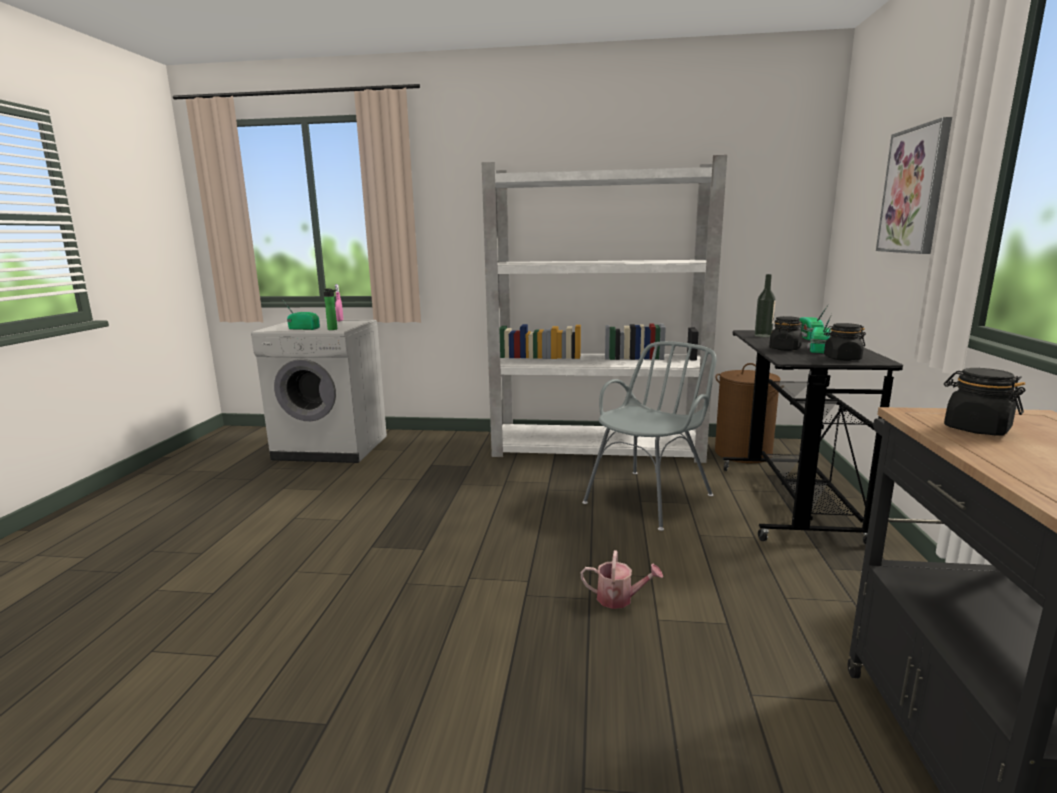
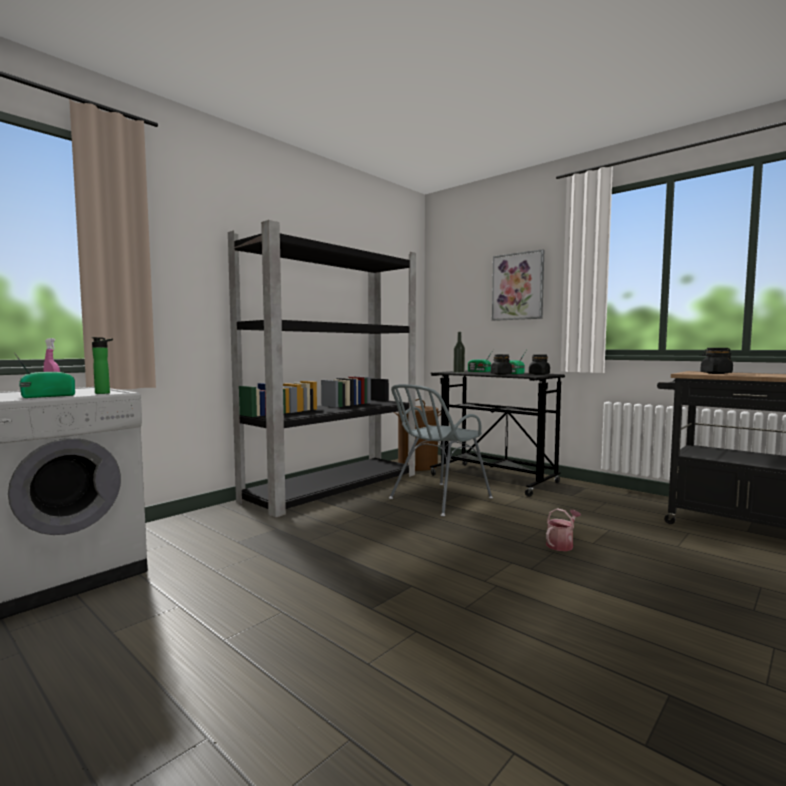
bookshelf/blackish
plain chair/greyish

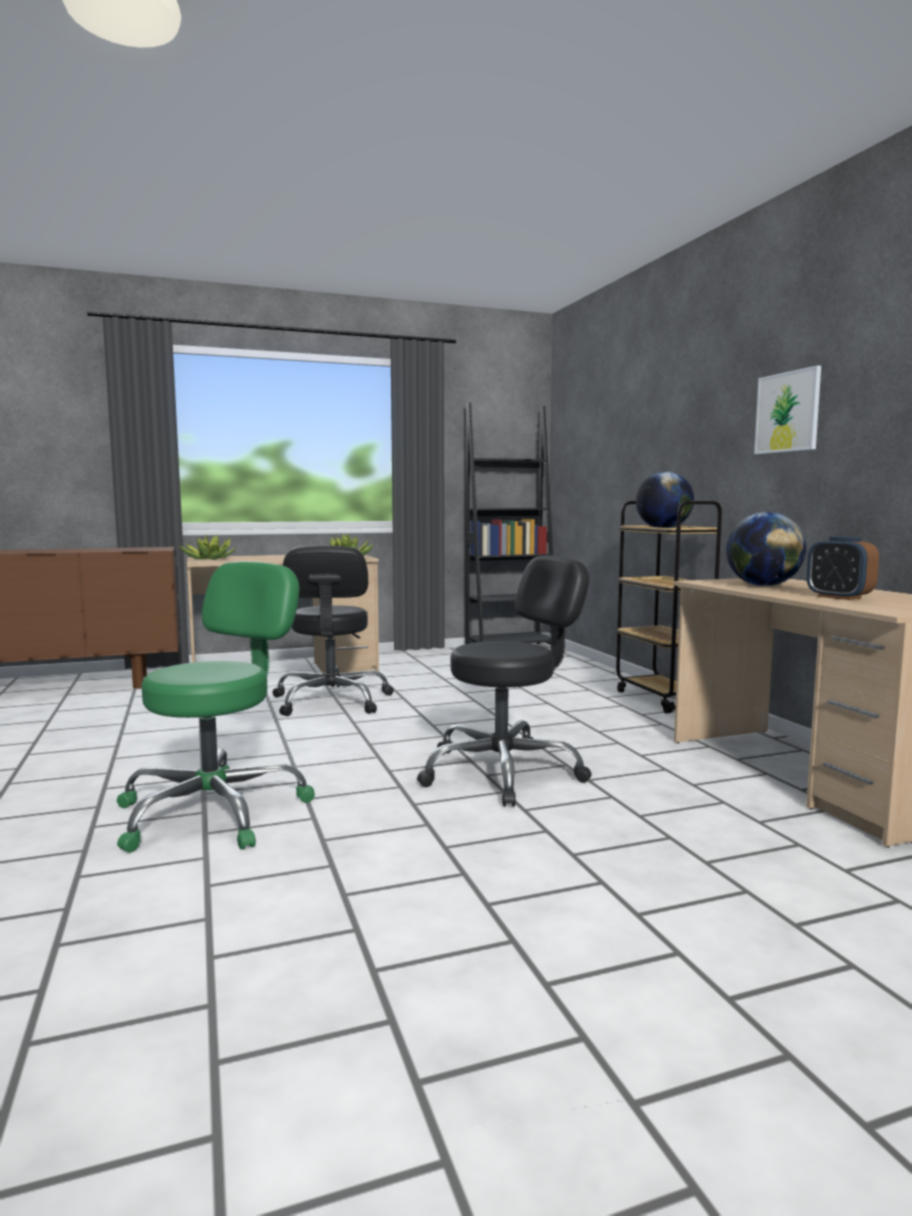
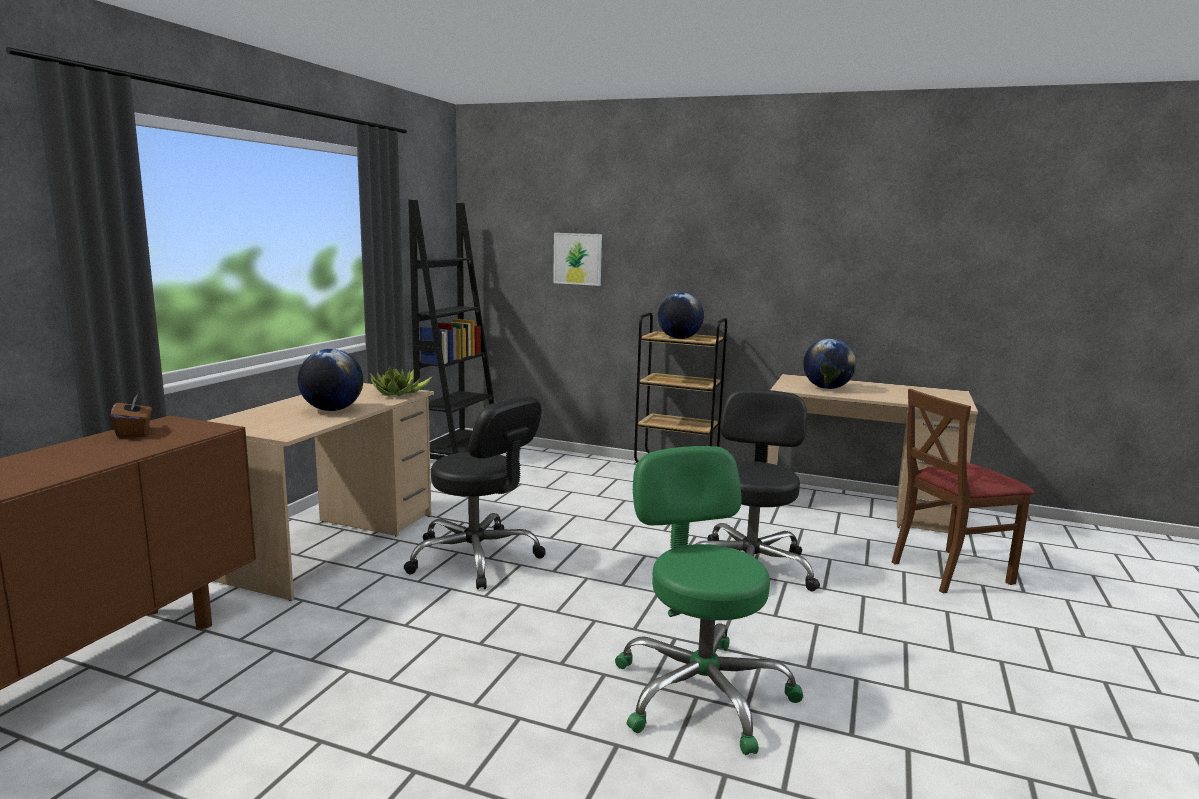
wall picture
potted plant (no. 1 from left in the first image)
bedside clock
globe (no. 1 from left)
plain chair/brown-coloured
tissue holder/brown-coloured

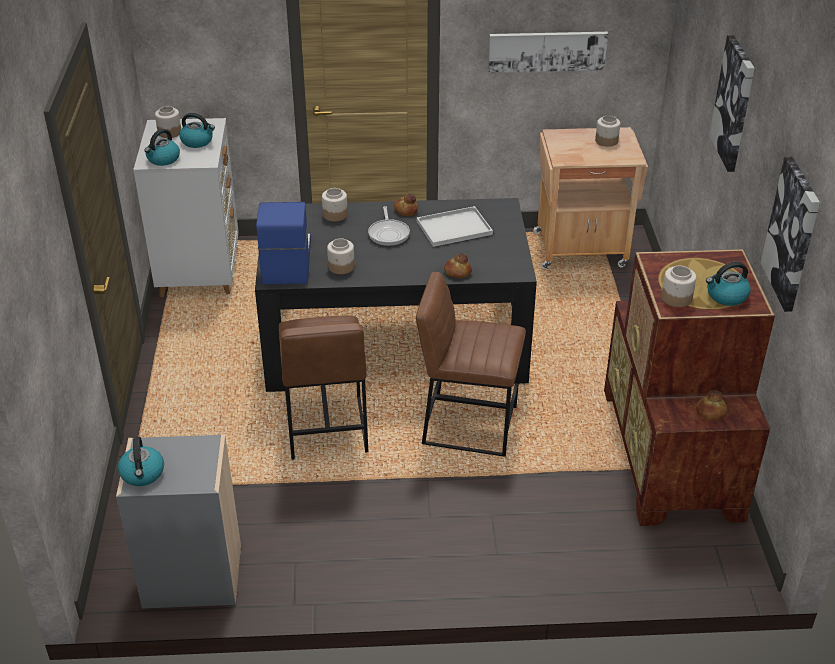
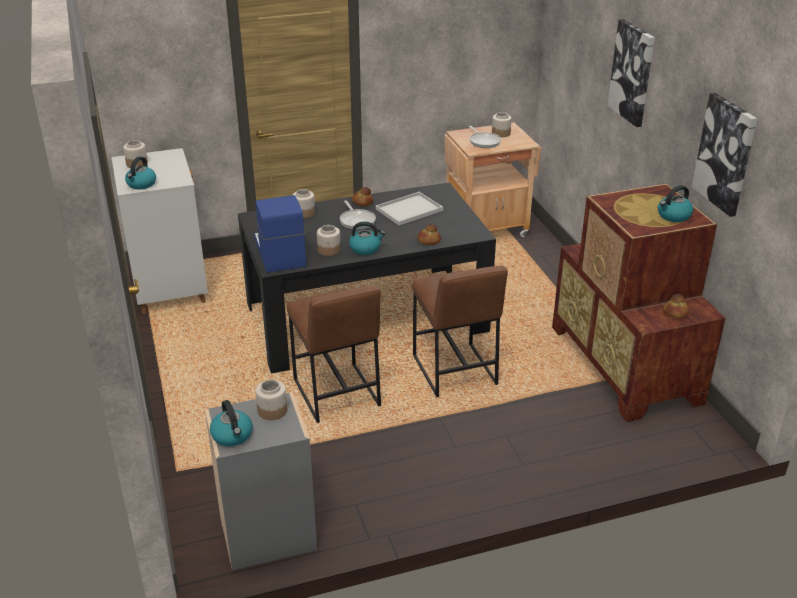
wall picture (no. 1 from left in the first image)
water kettle (no. 3 from left)
jar (no. 2 from left)
plain chair/brown-coloured (no. 2 from left)
pan (no. 2 from left)

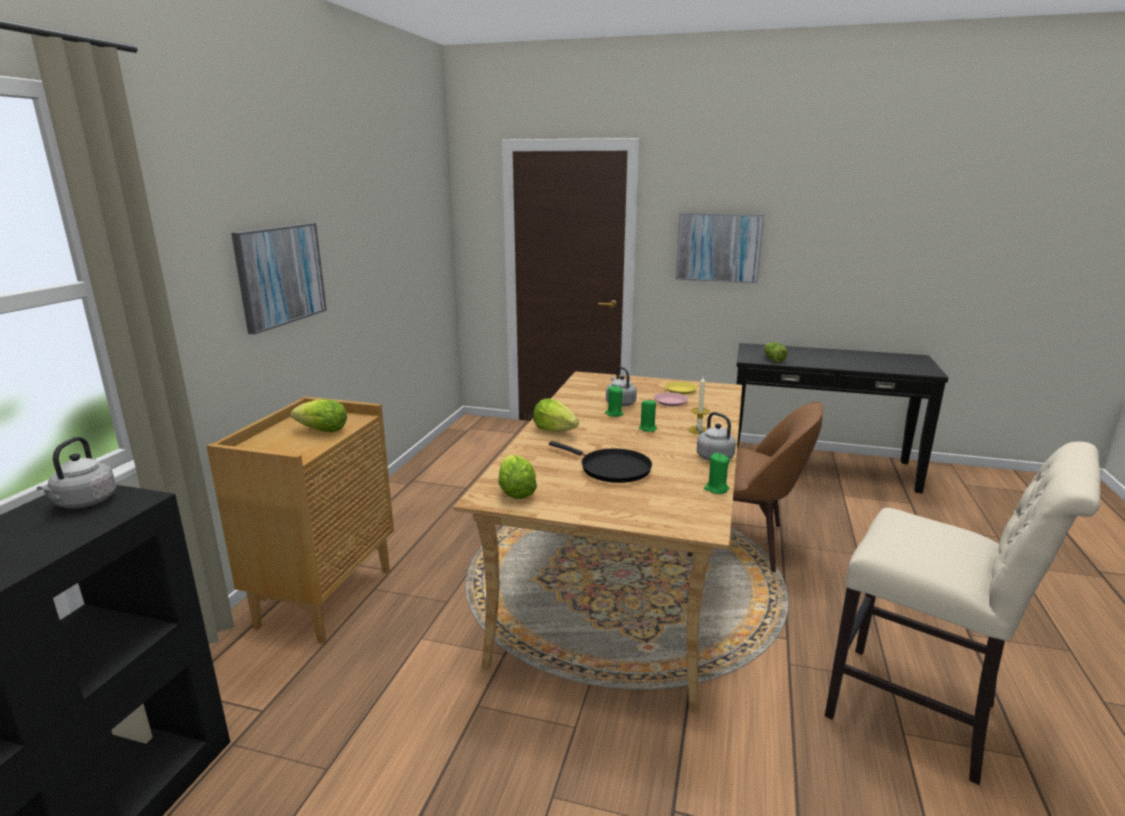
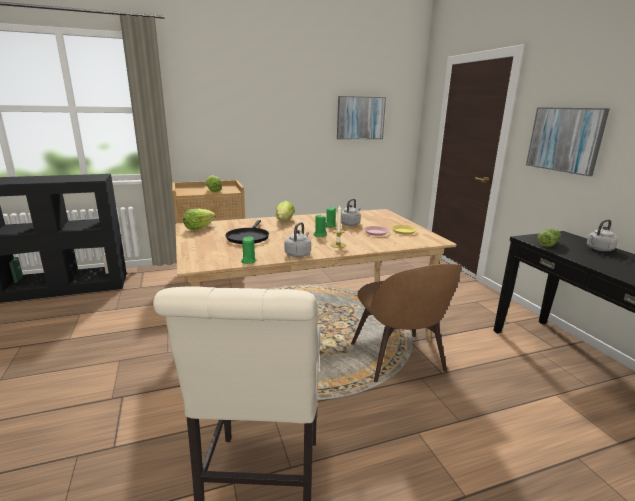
wall picture (no. 1 from left)
water kettle/greyish (no. 3 from left)

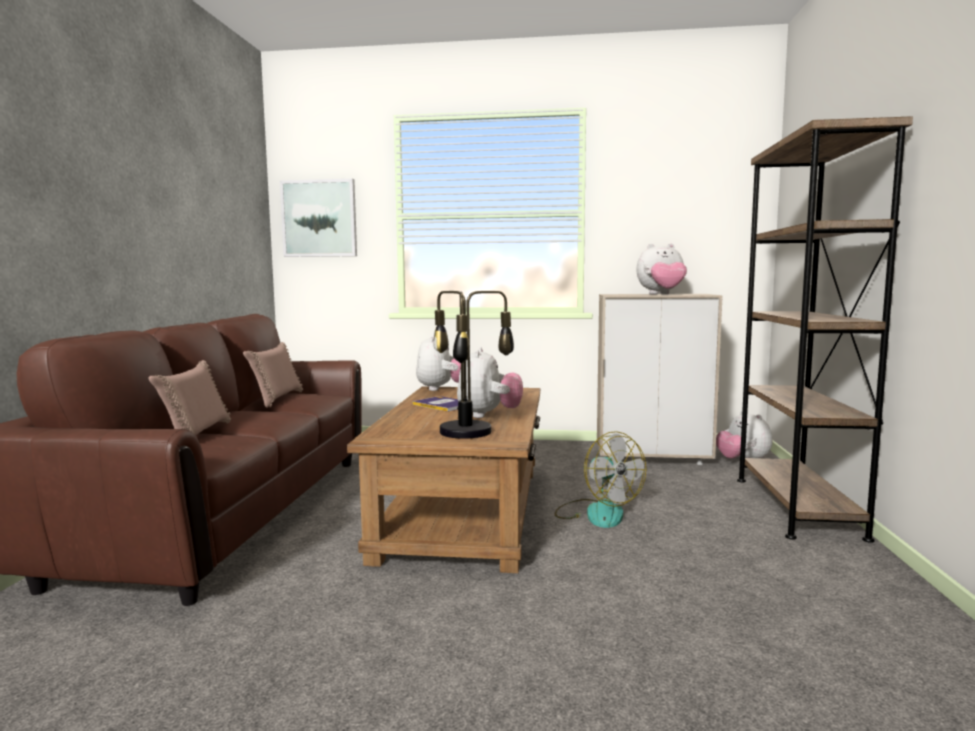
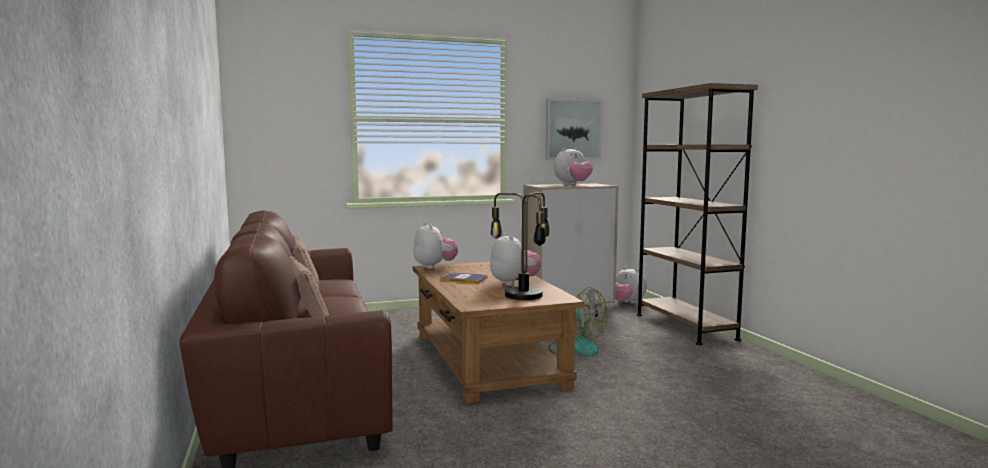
wall picture

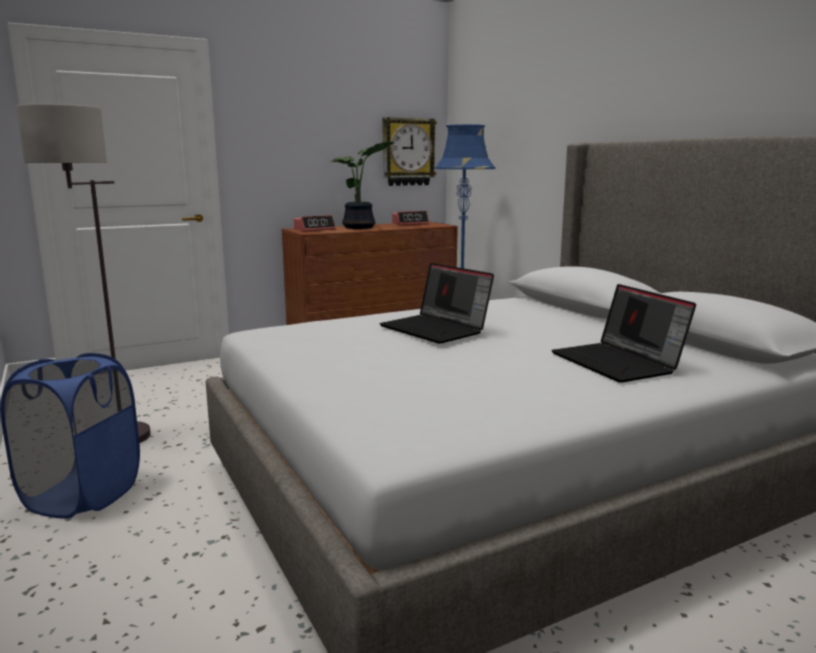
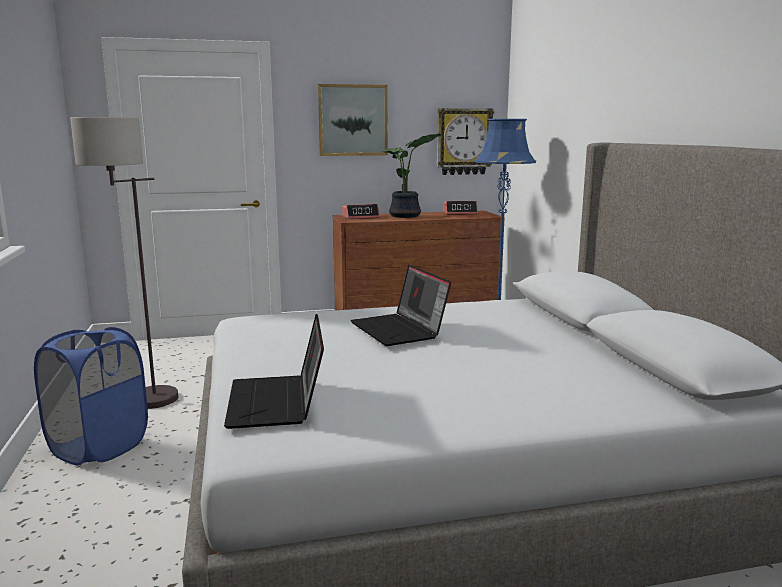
laptop (no. 1 from left)
wall picture

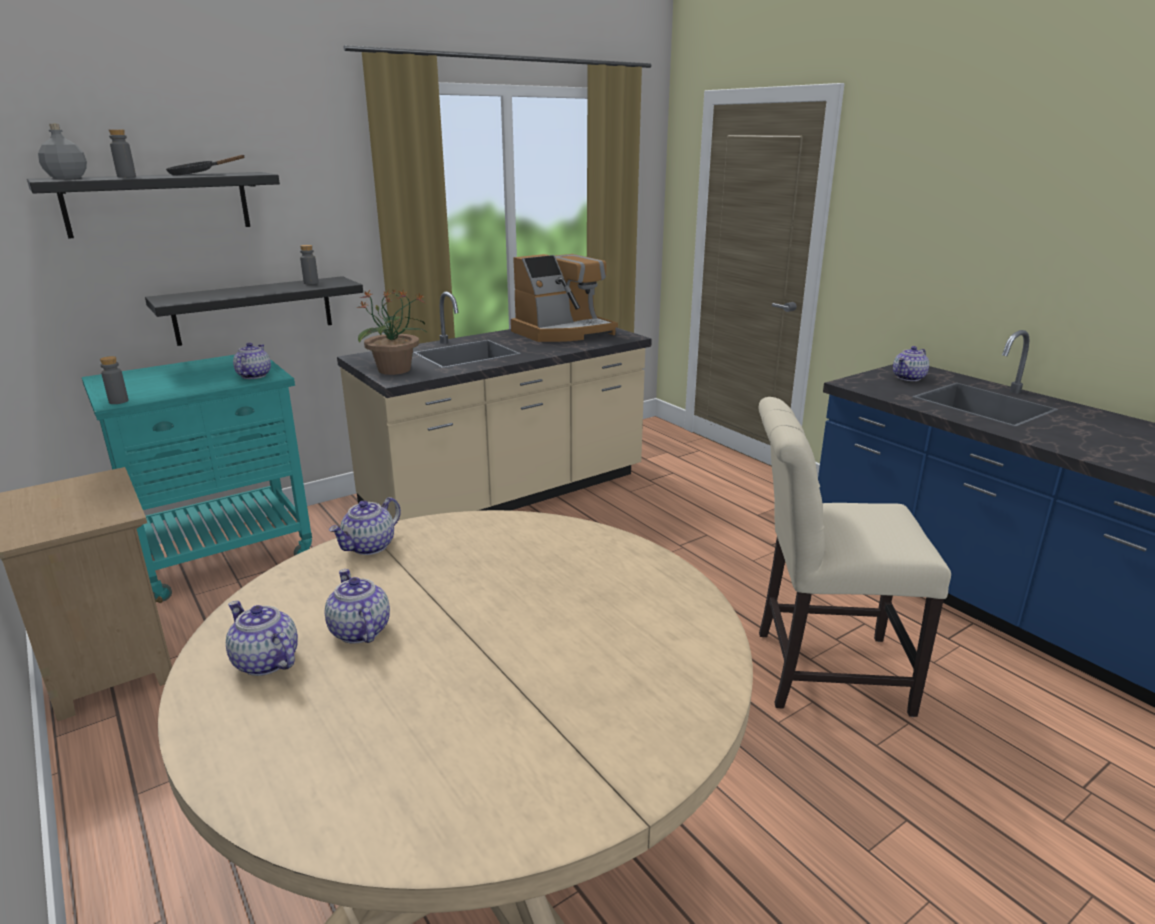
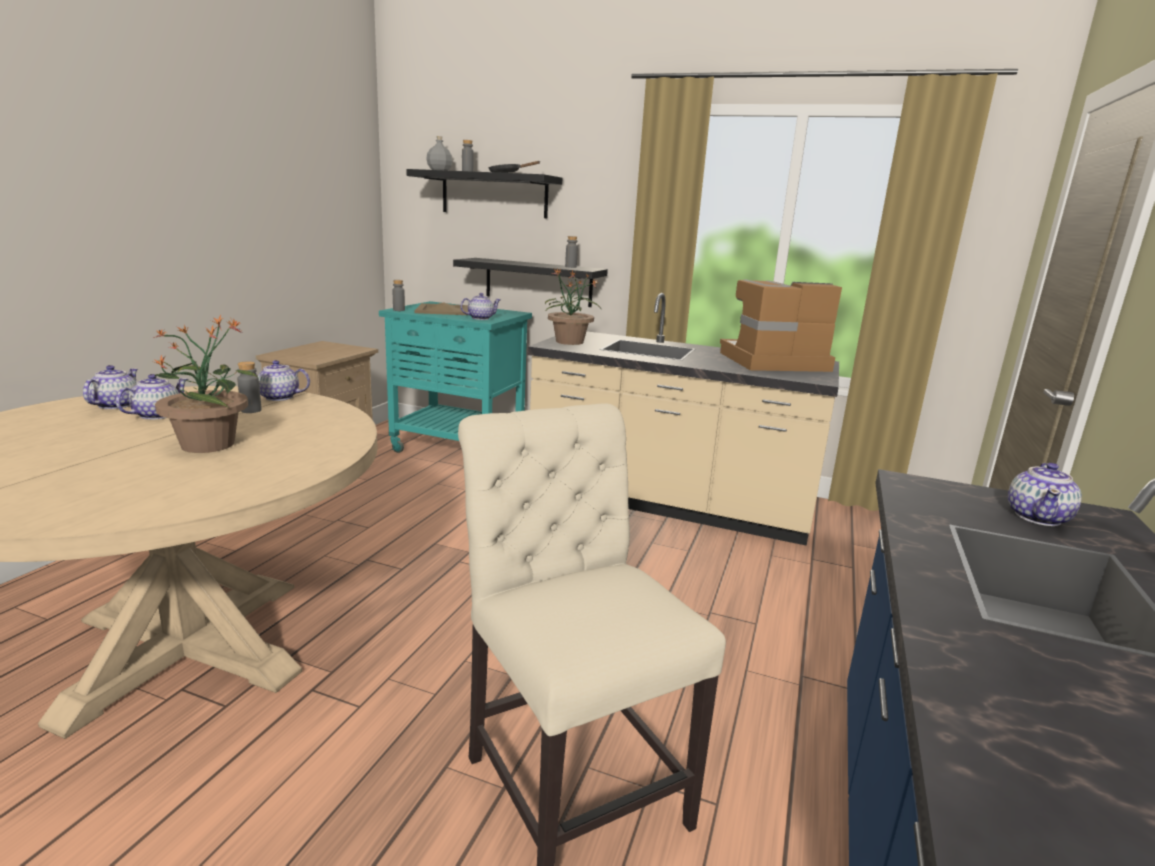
coffee maker
tea pot (no. 5 from left)
carrying tray/beige-coloured
potted plant (no. 1 from left)
bottle/greyish (no. 1 from left)

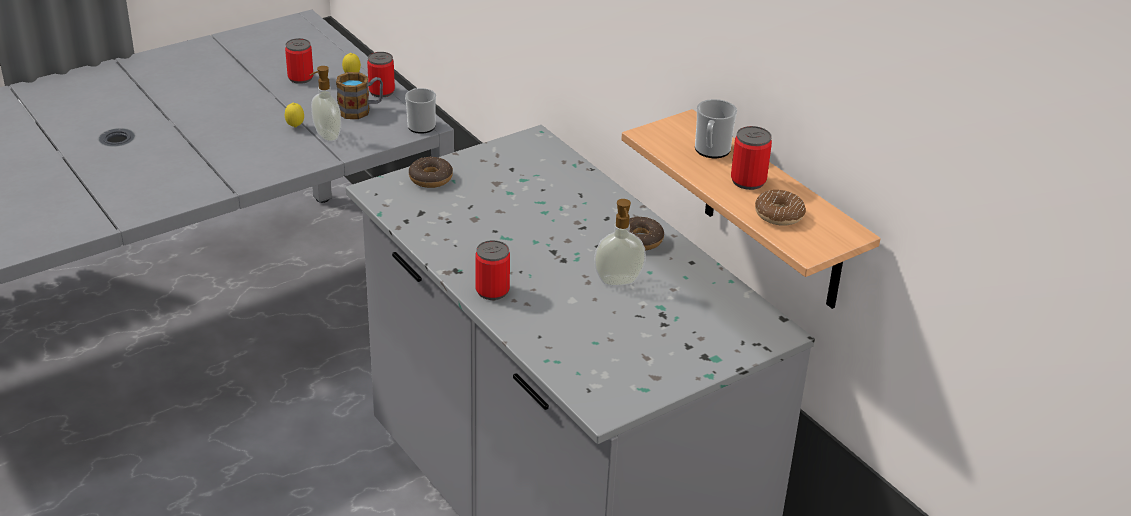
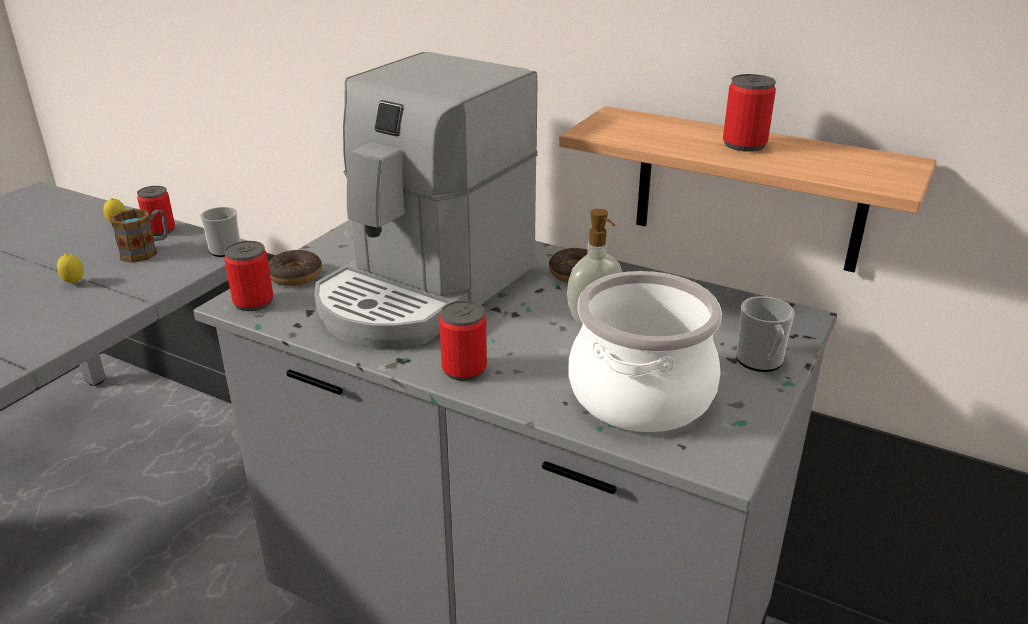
can (no. 2 from left)
soap dispenser (no. 1 from left in the first image)
tea mug (no. 3 from left)
donut (no. 3 from left in the first image)
coffee maker
saucepot

